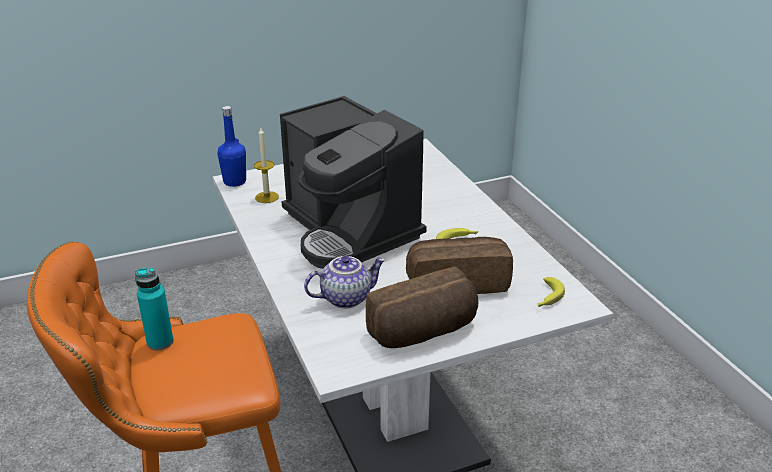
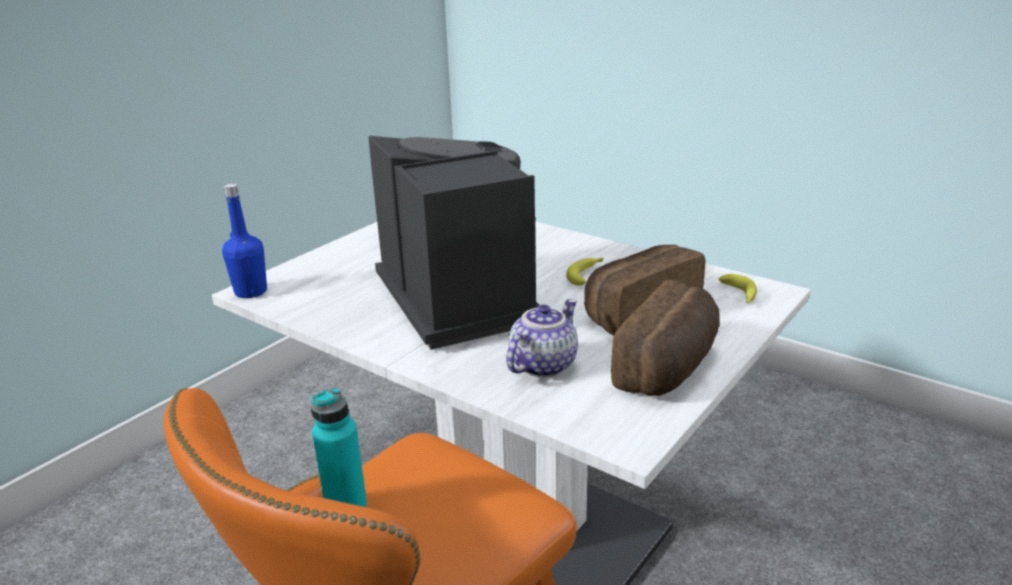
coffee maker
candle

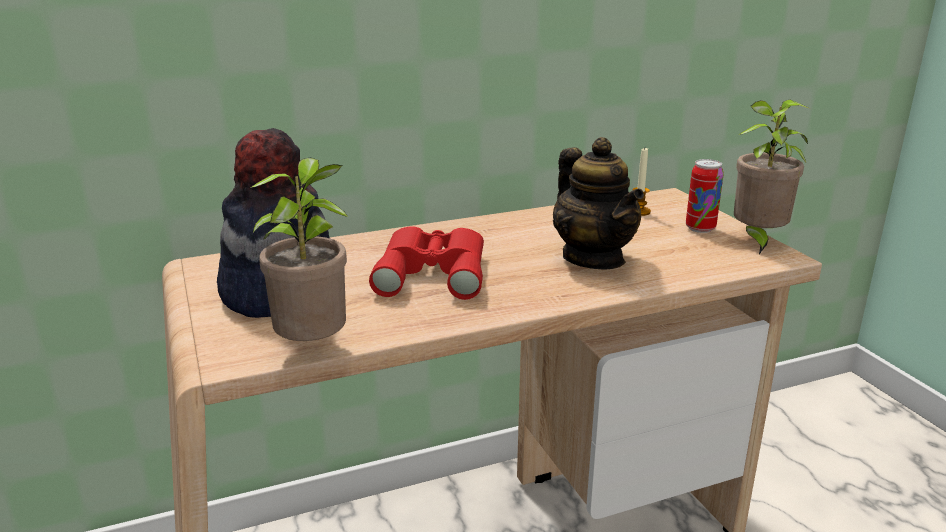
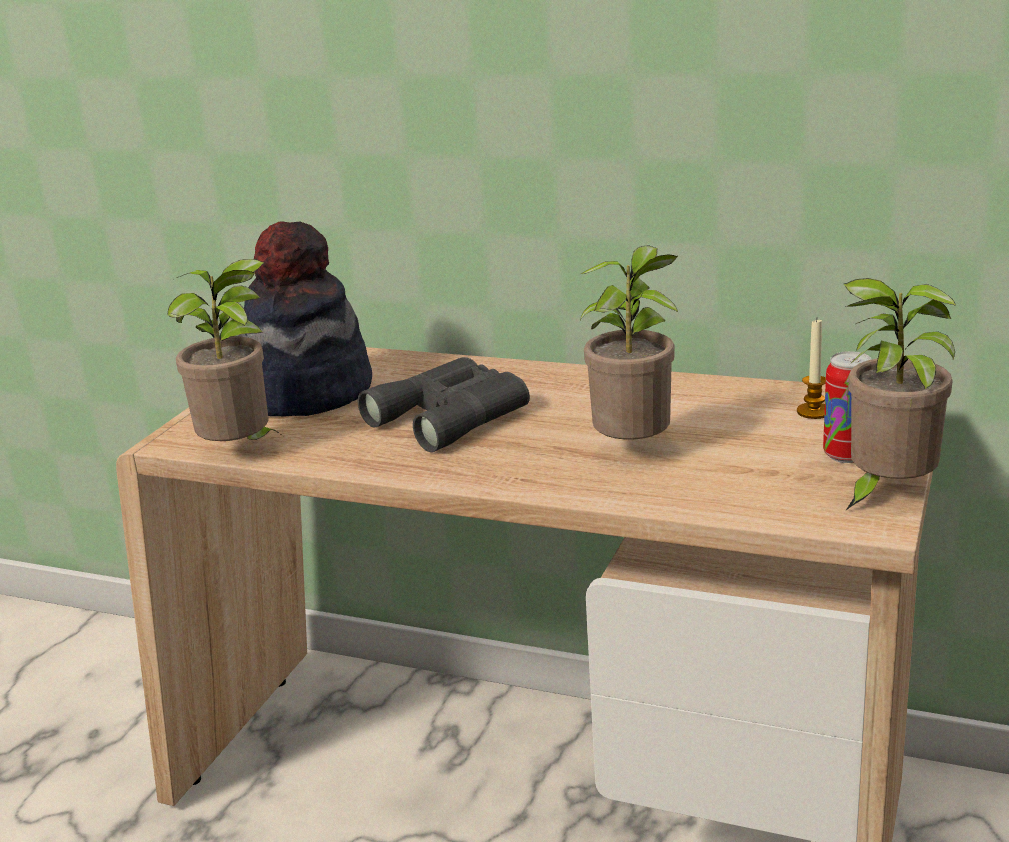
potted plant (no. 2 from left)
binoculars/greyish

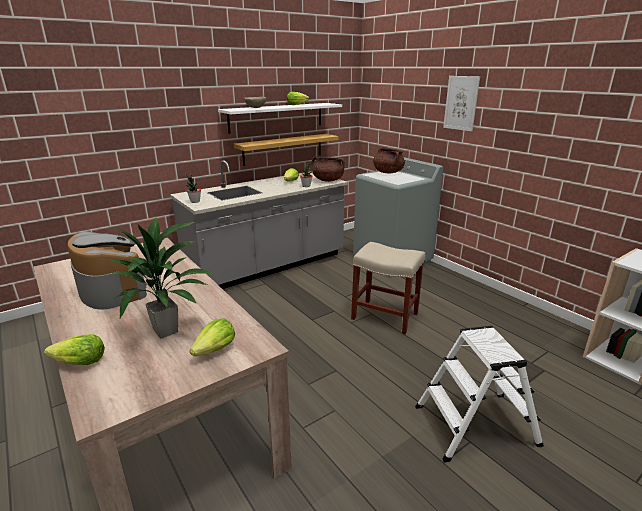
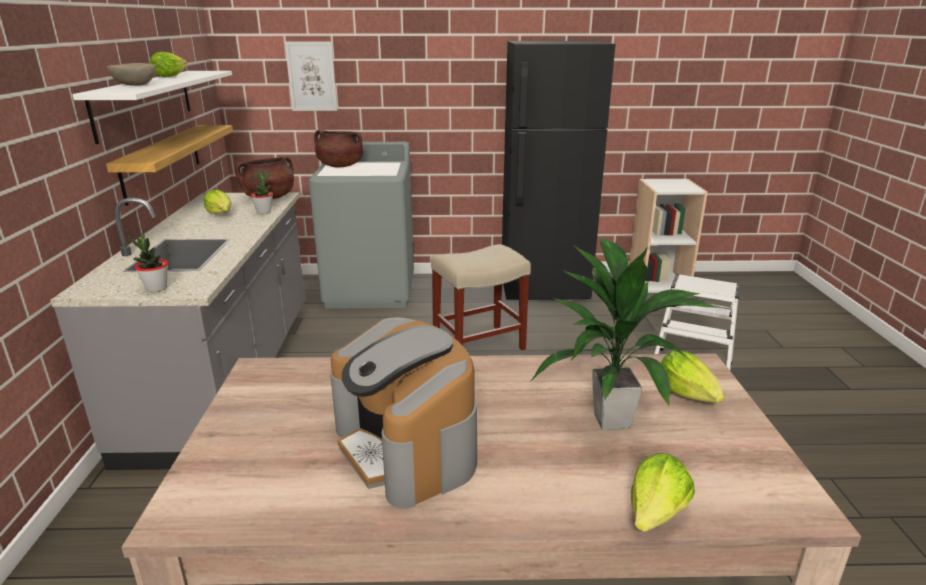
wall picture
coffee maker
fridge/blackish

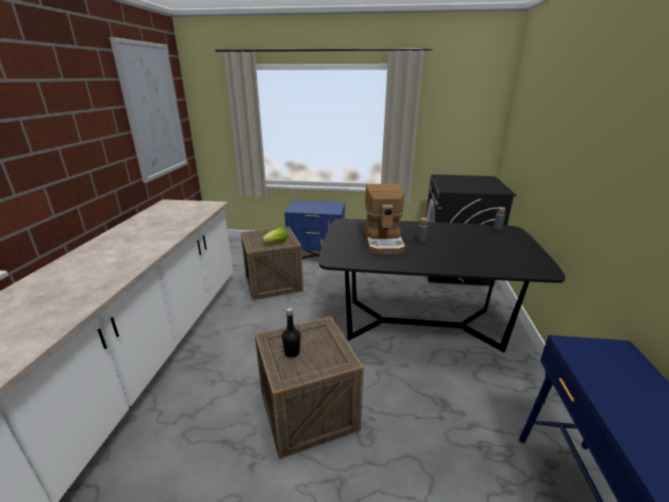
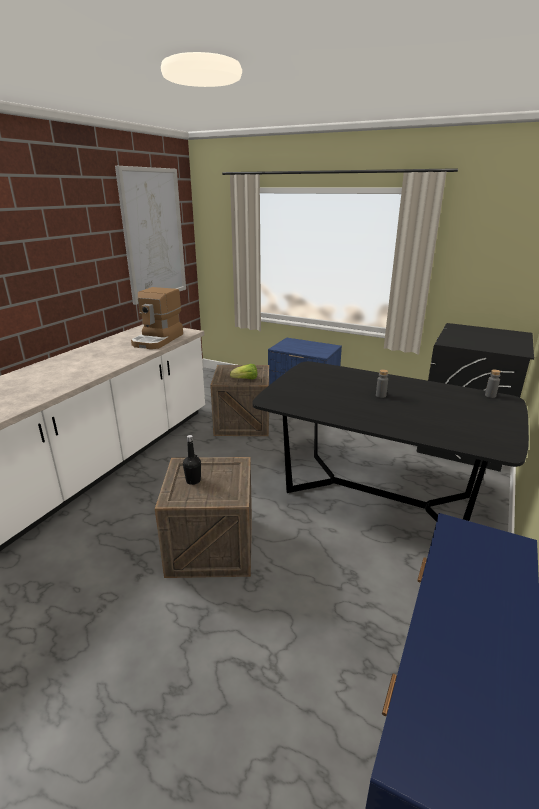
coffee maker

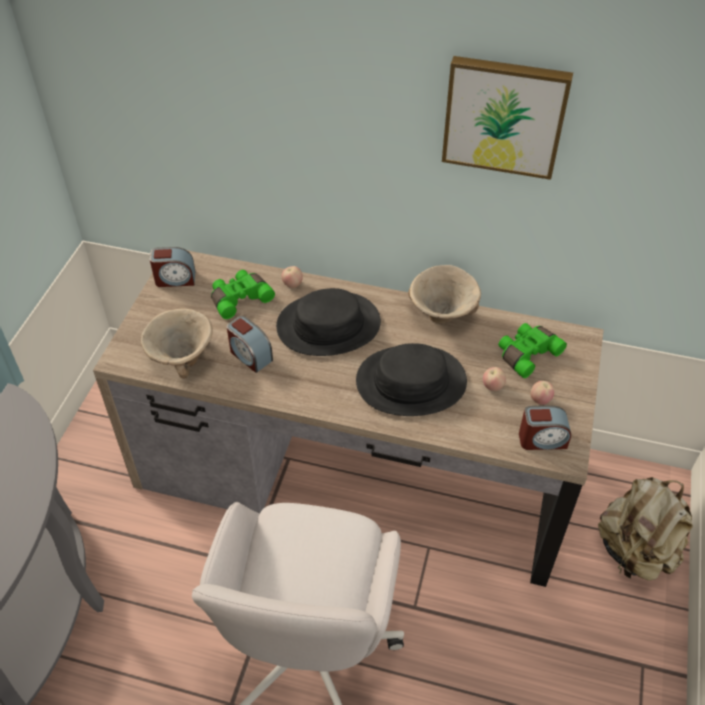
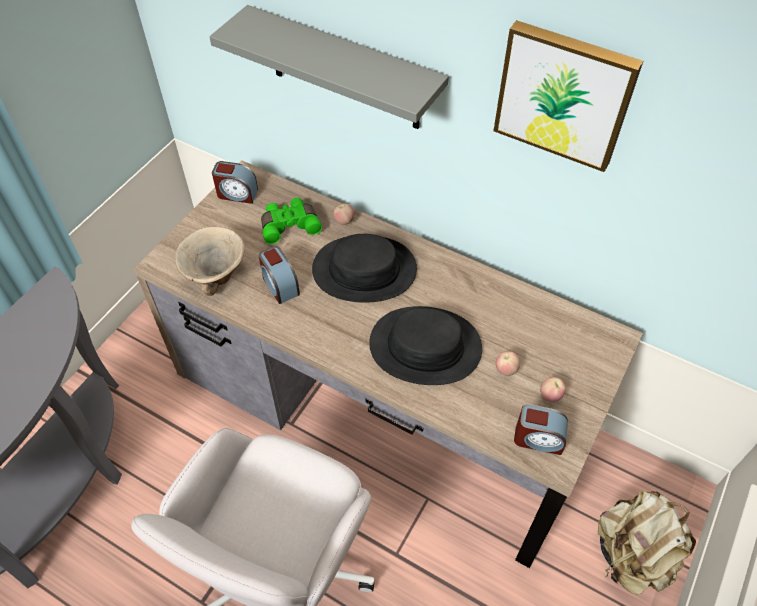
bowl/beige-coloured (no. 2 from left in the first image)
binoculars/greenish (no. 2 from left in the first image)
bracket shelf/greyish

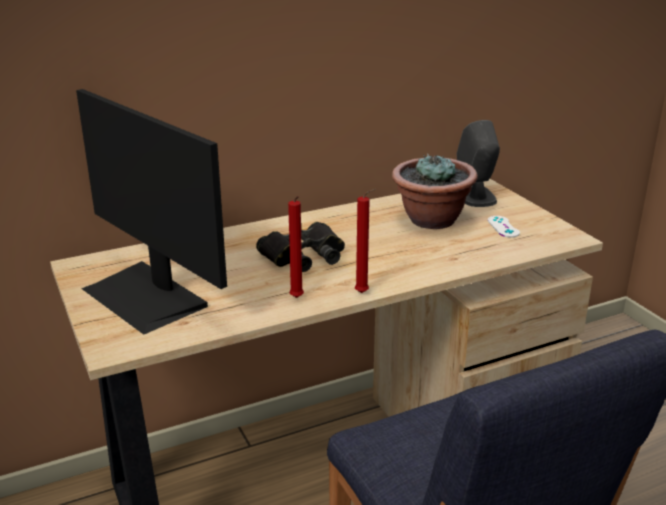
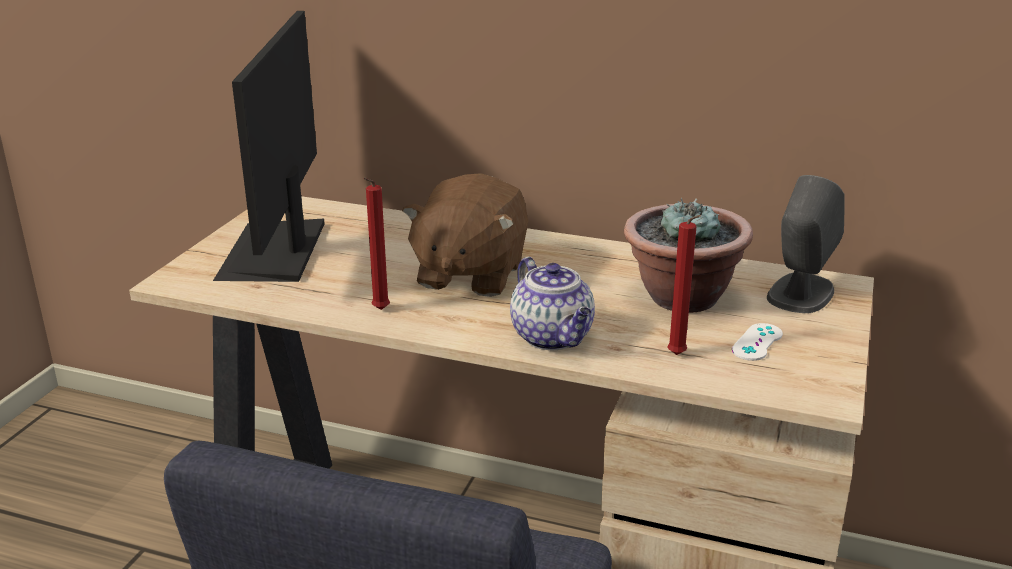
candle/reddish (no. 2 from left)
soft toy/brown-coloured
tea pot

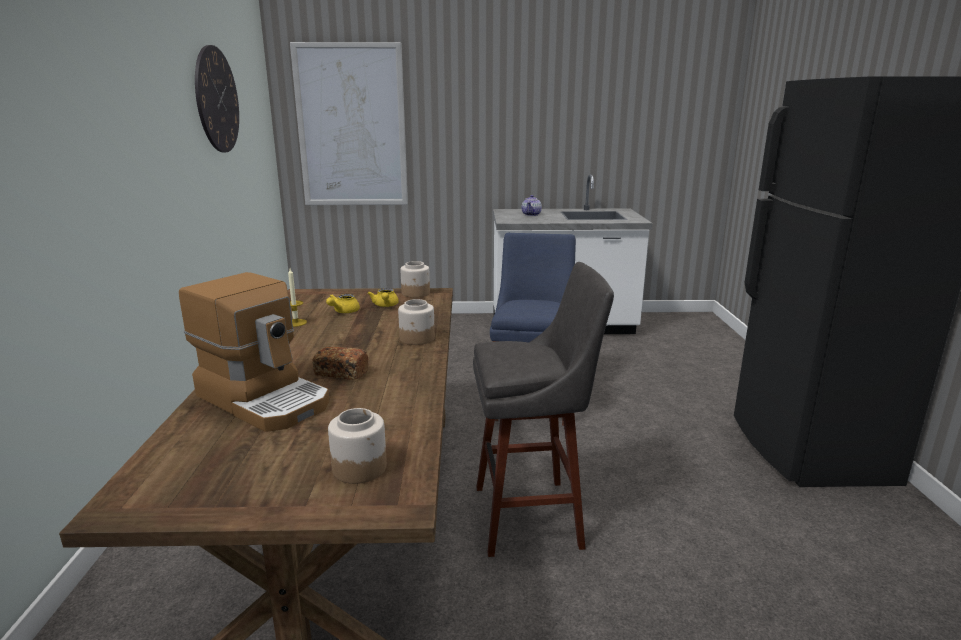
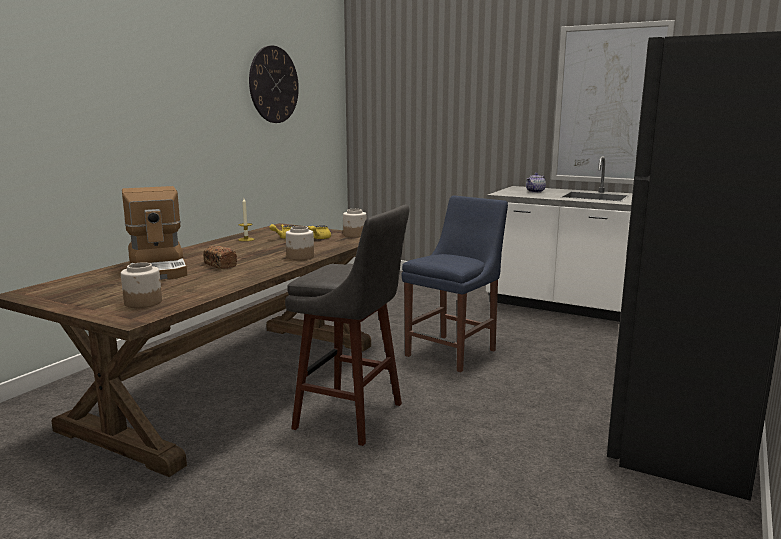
wall picture

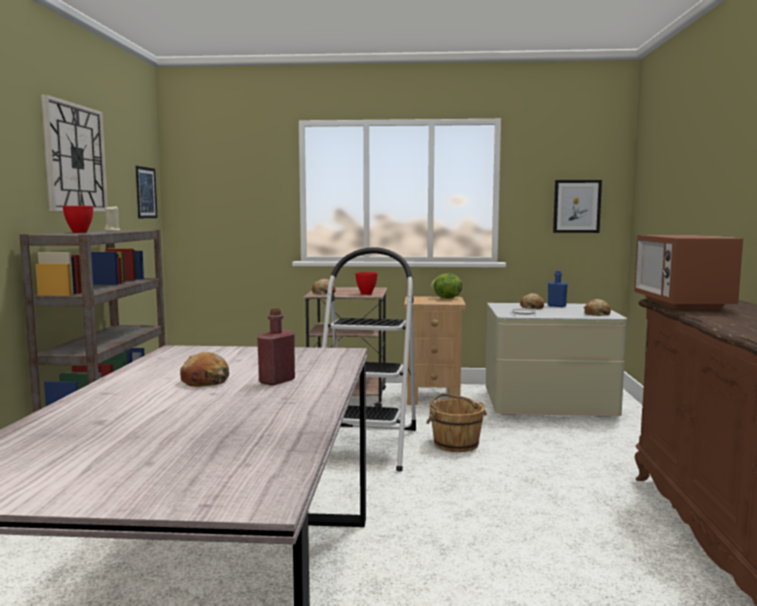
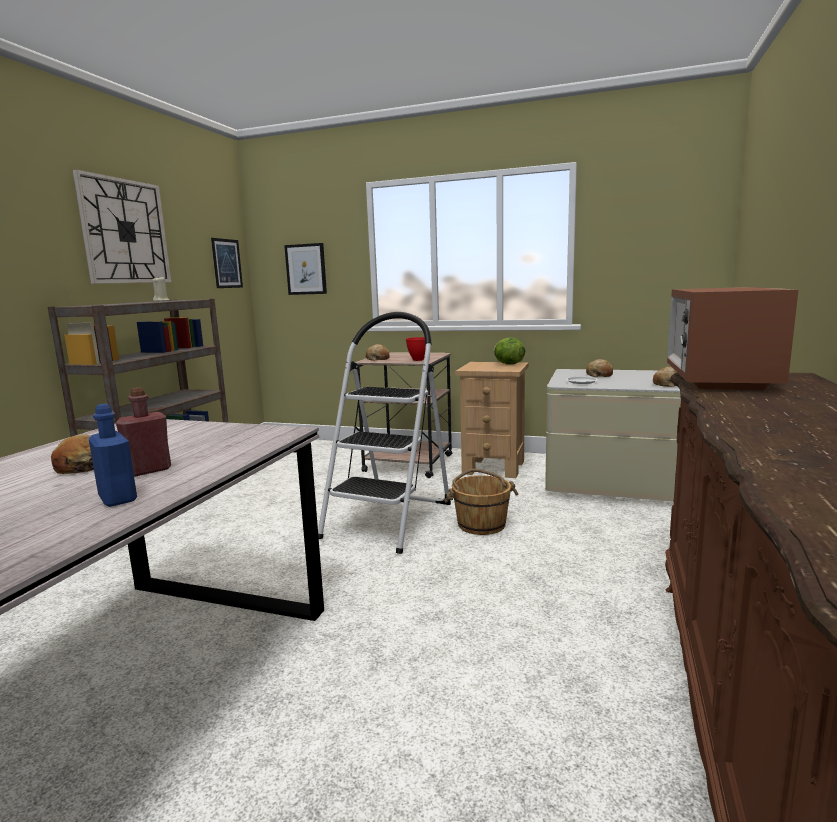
wall picture (no. 2 from left)
bowl/reddish (no. 1 from left in the first image)
bottle/bluish

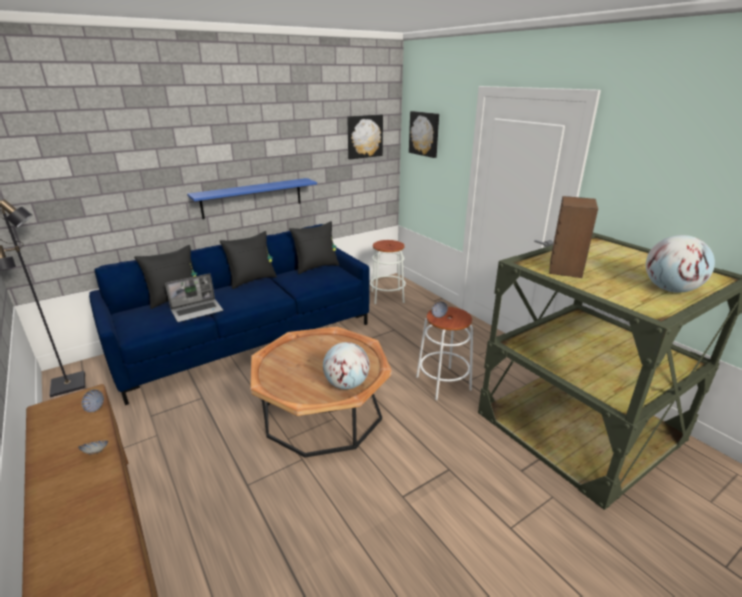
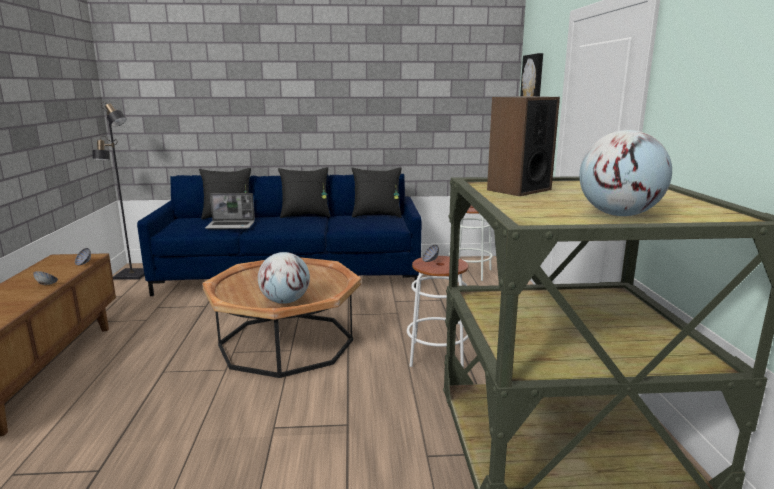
wall picture (no. 1 from left in the first image)
bracket shelf/bluish

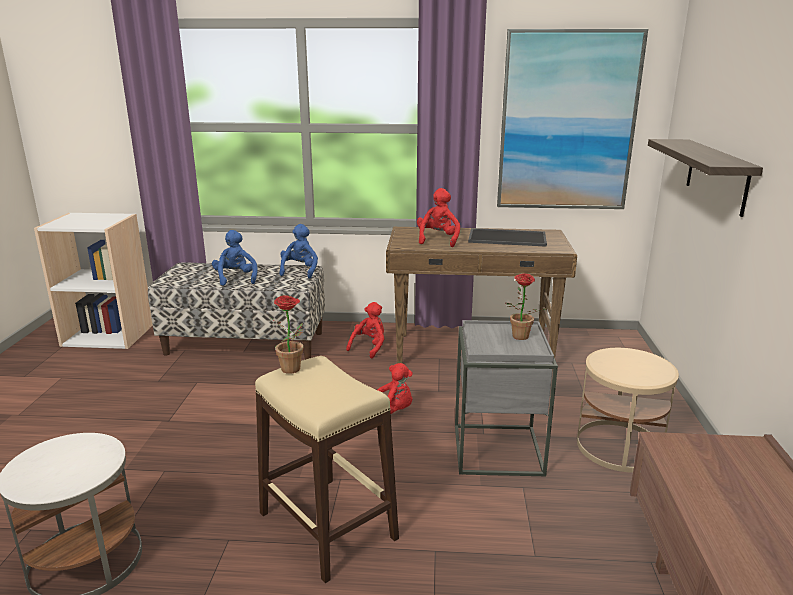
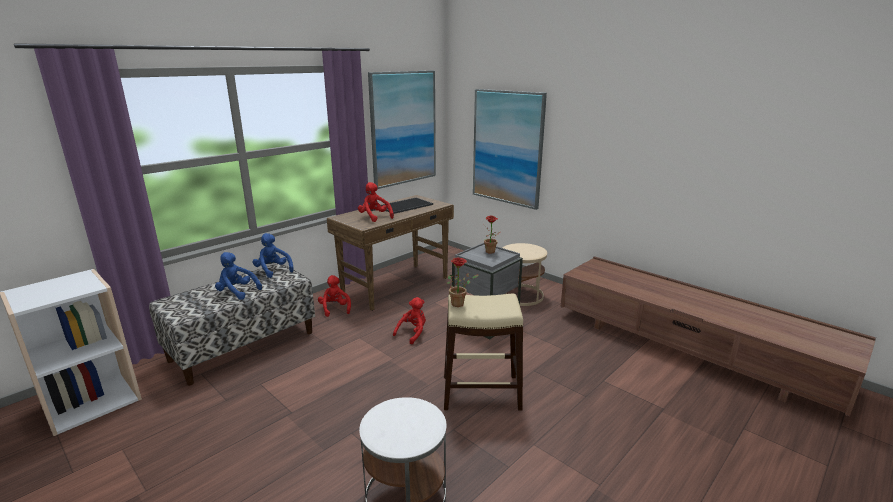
wall picture (no. 2 from left)

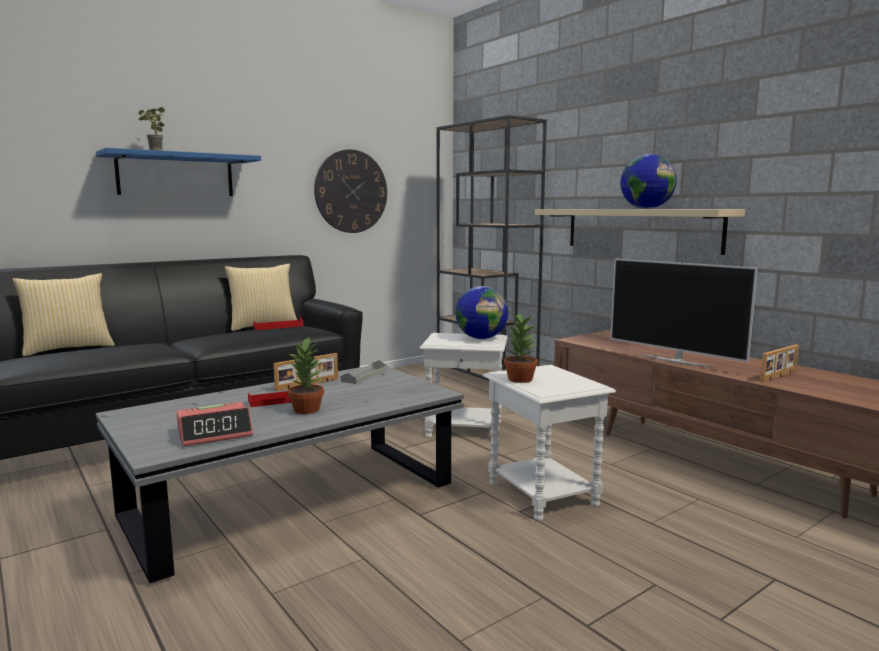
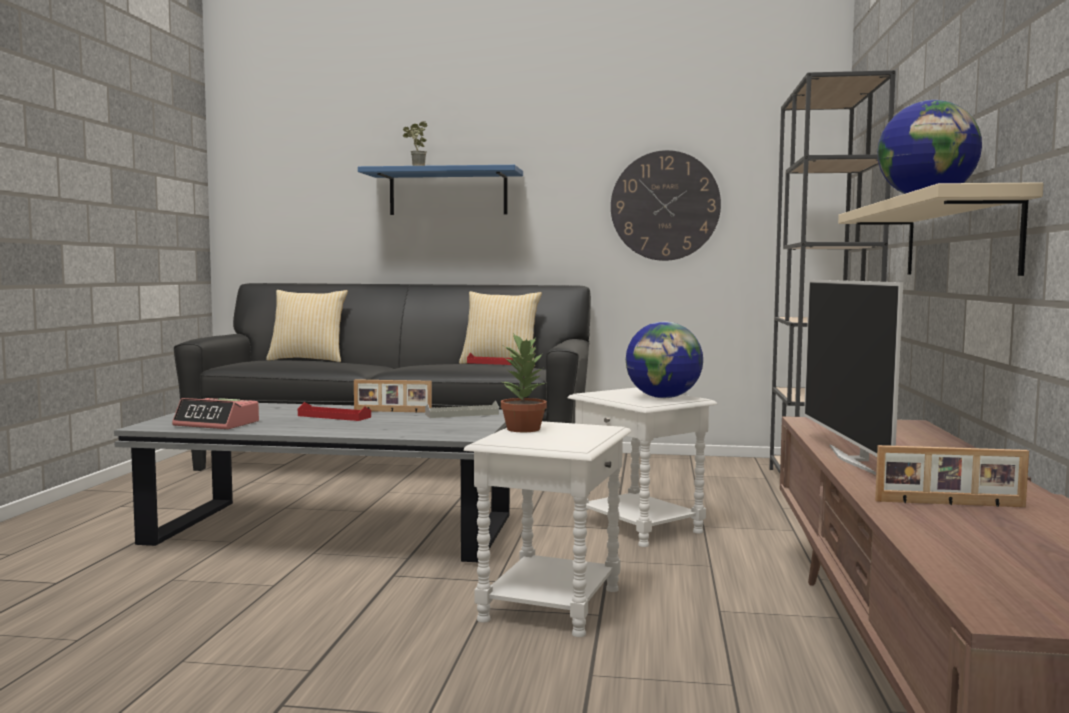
potted plant (no. 2 from left in the first image)

